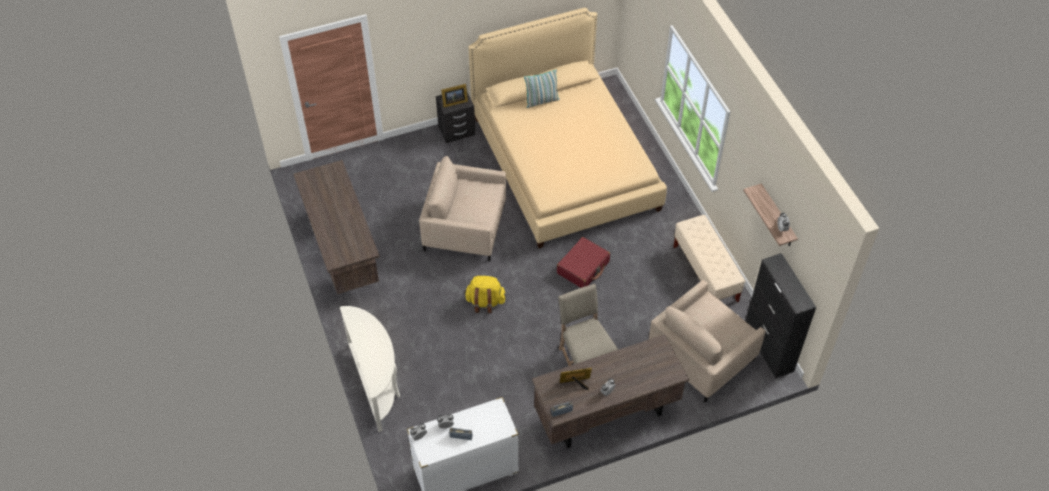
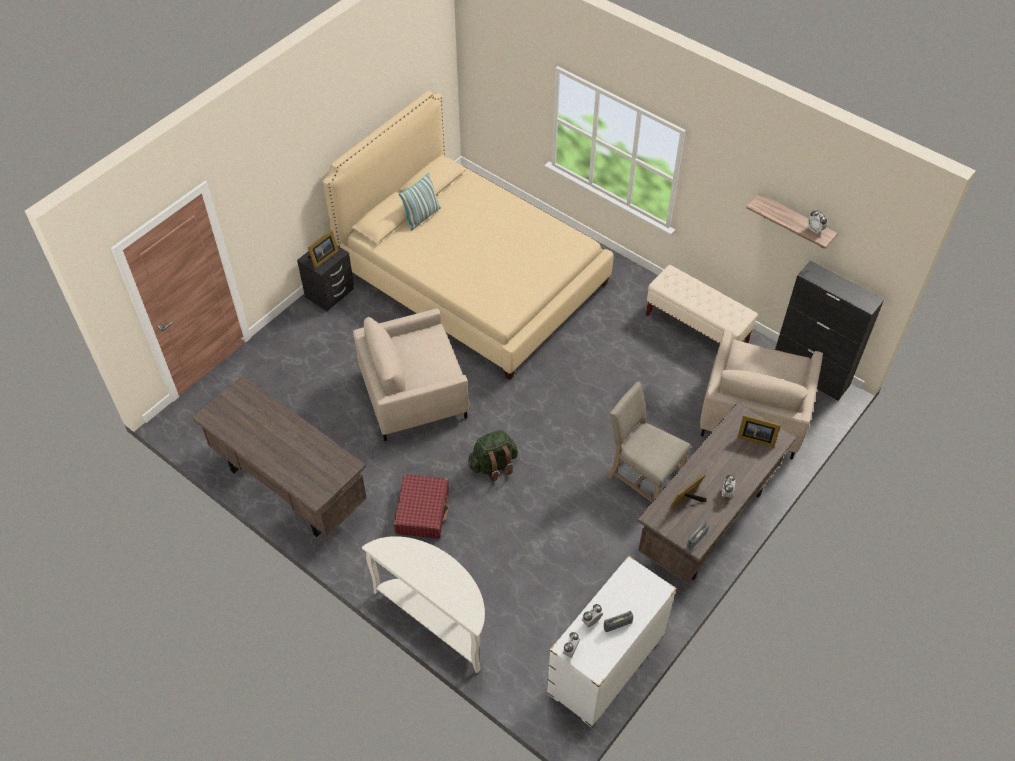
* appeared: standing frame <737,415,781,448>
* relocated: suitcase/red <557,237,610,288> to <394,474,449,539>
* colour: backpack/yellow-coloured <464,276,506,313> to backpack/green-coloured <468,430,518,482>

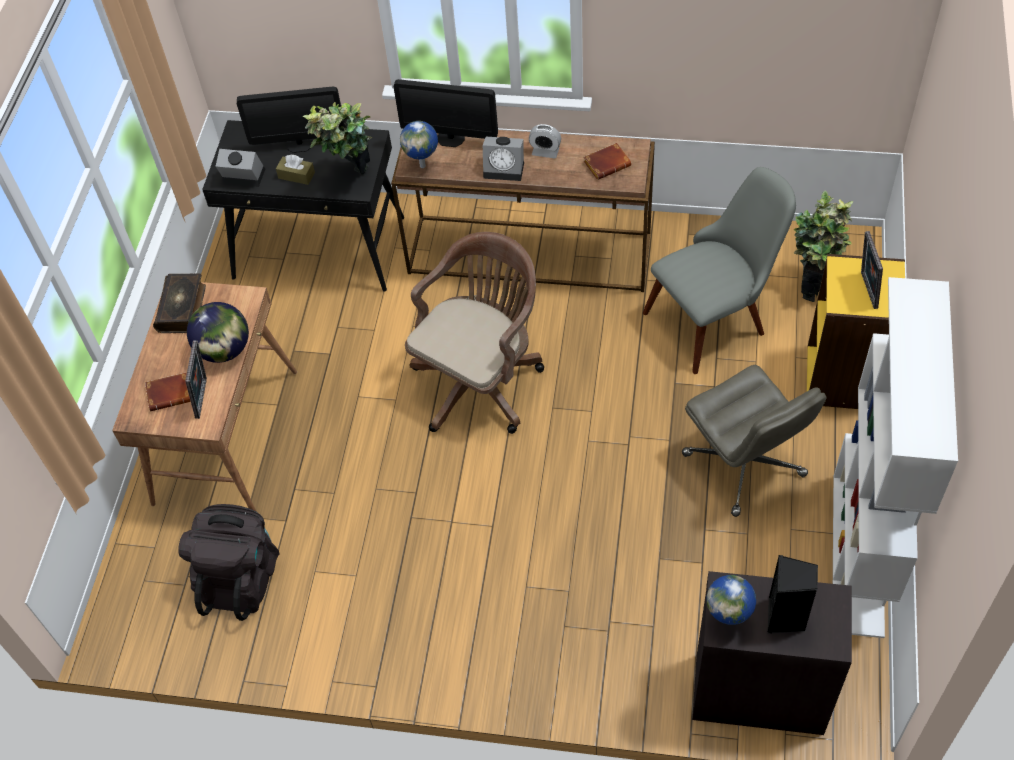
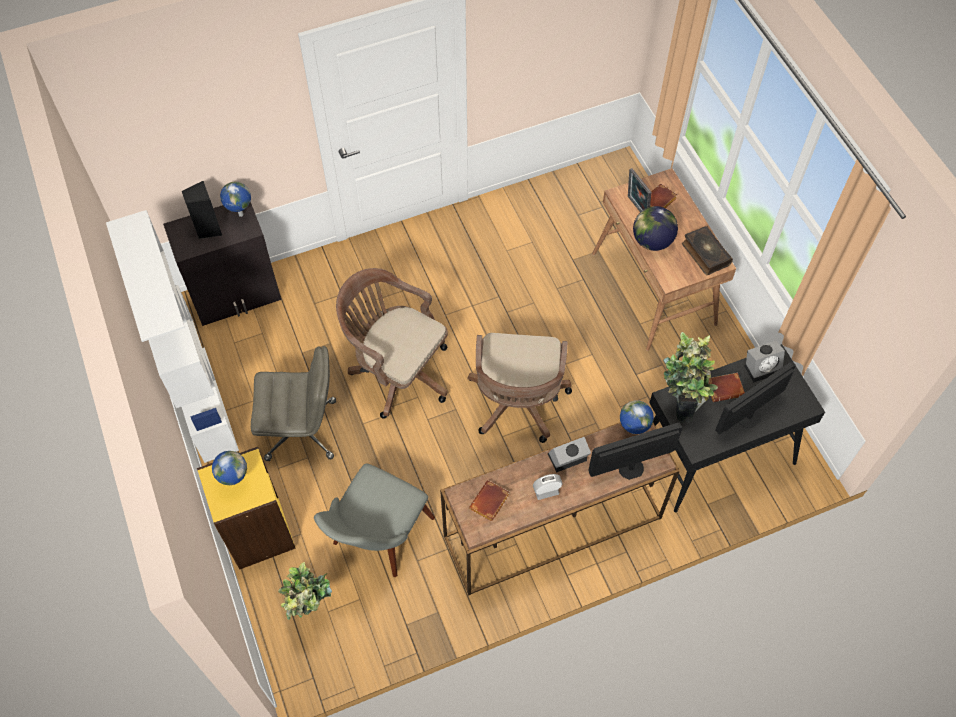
* missing: backpack/black-coloured <178,504,280,621>
* appeared: computer chair/brown <336,268,448,419>
* exchanged: box of tissues/brown <276,155,315,185> to book/brown <708,373,745,402>
* exchanged: standing frame <861,231,883,309> to globe <212,451,247,485>
* spun: computer chair/greyish <682,365,826,517> = <251,346,336,461> 150 degrees clockwise

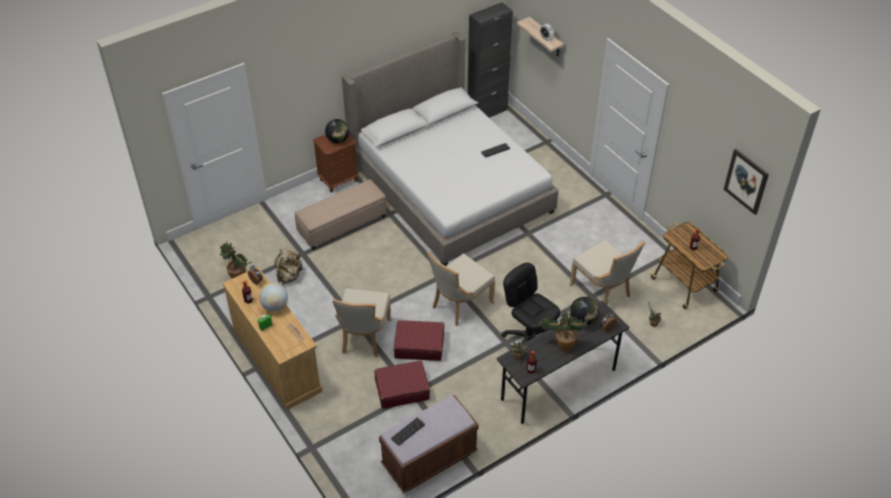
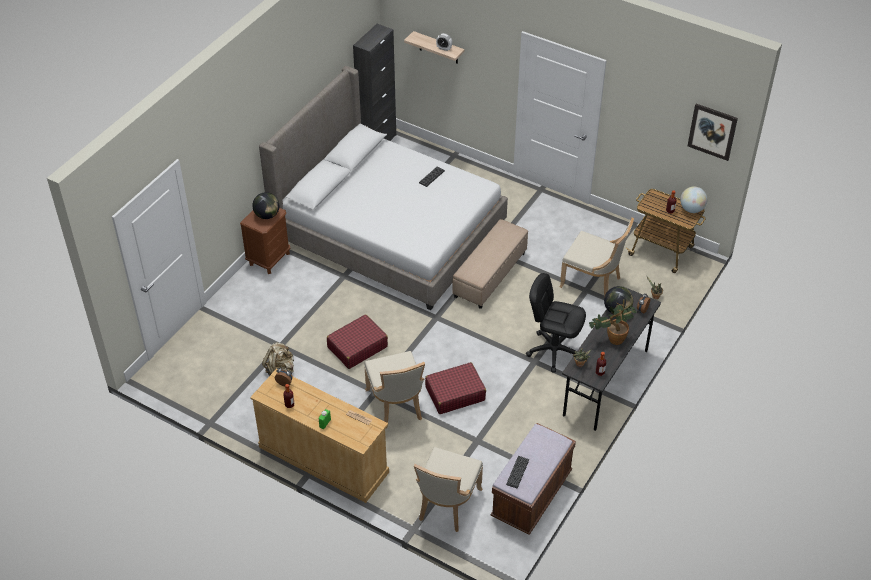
* missing: potted plant <220,241,251,279>
* relocated: globe <259,283,288,311> to <680,186,707,213>
* relocated: pouffe/sand-coloured <295,179,387,250> to <452,219,528,309>
* relocated: suitcase/red <374,360,430,409> to <327,314,388,369>
* relocated: upright chair/sand-coloured <427,251,495,326> to <414,447,483,532>

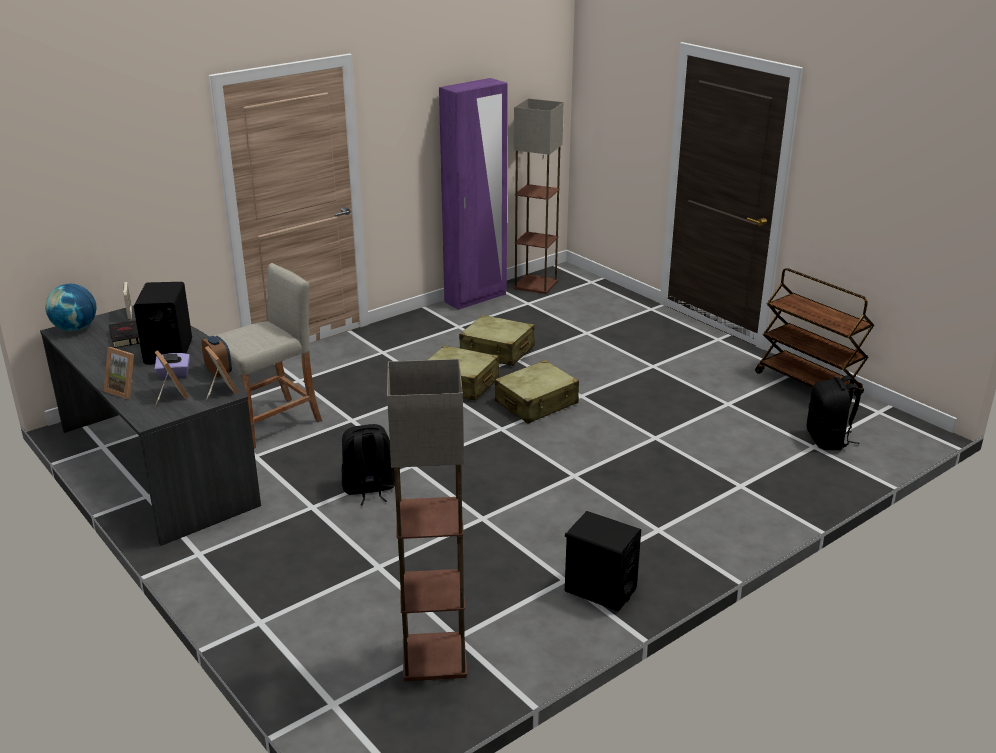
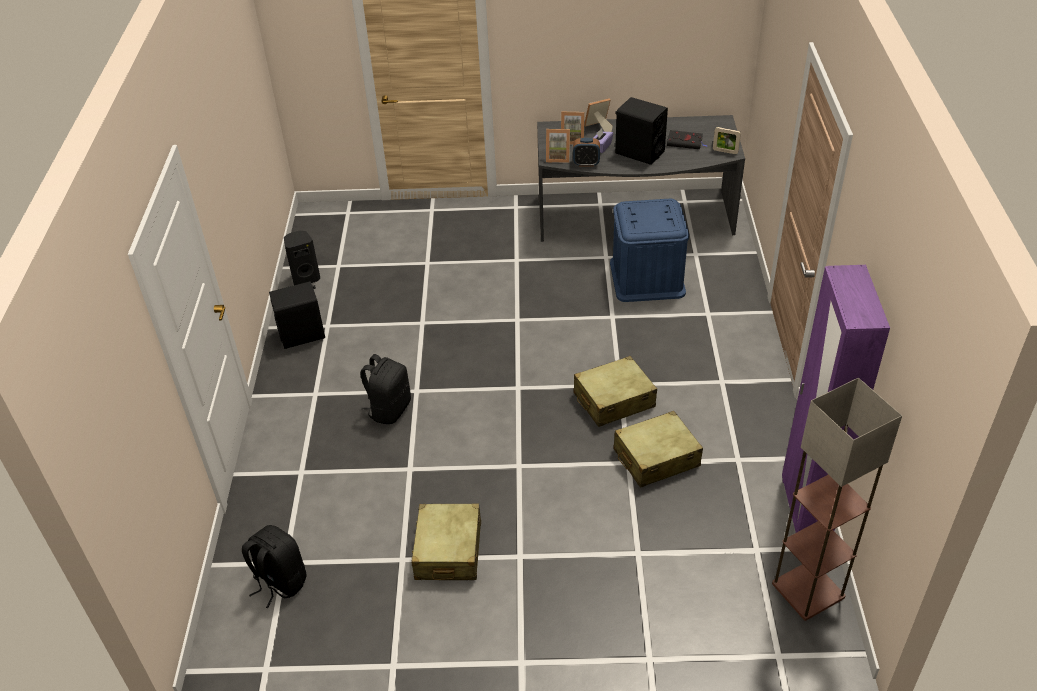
* missing: globe <45,284,97,331>
* missing: floor lamp <387,359,467,681>
* missing: cart/brown <755,268,874,396>
* appeared: loudspeaker/black-coloured <284,231,320,285>
* relocated: backpack/black-coloured <342,424,395,505> to <361,354,411,424>
* relocated: suitcase/sand-coloured <495,360,579,424> to <411,503,481,580>
* exchanged: stool seat/sand-coloured <214,263,322,449> to storage box/blue <610,199,689,302>

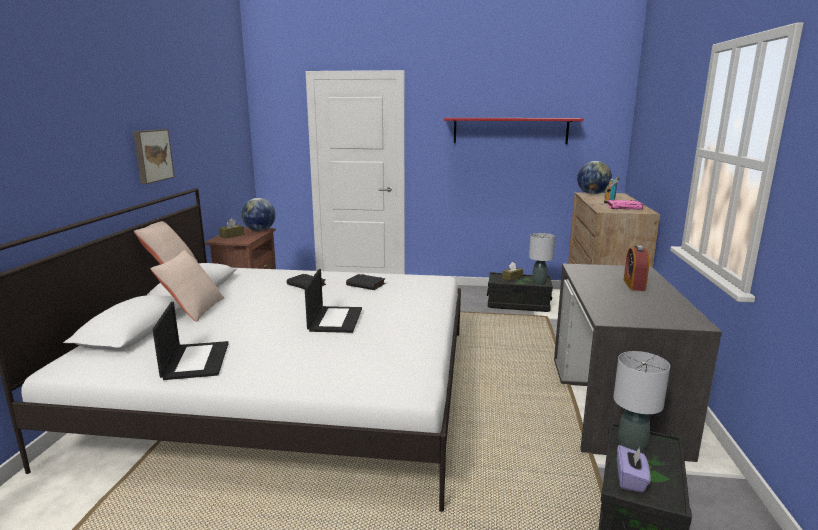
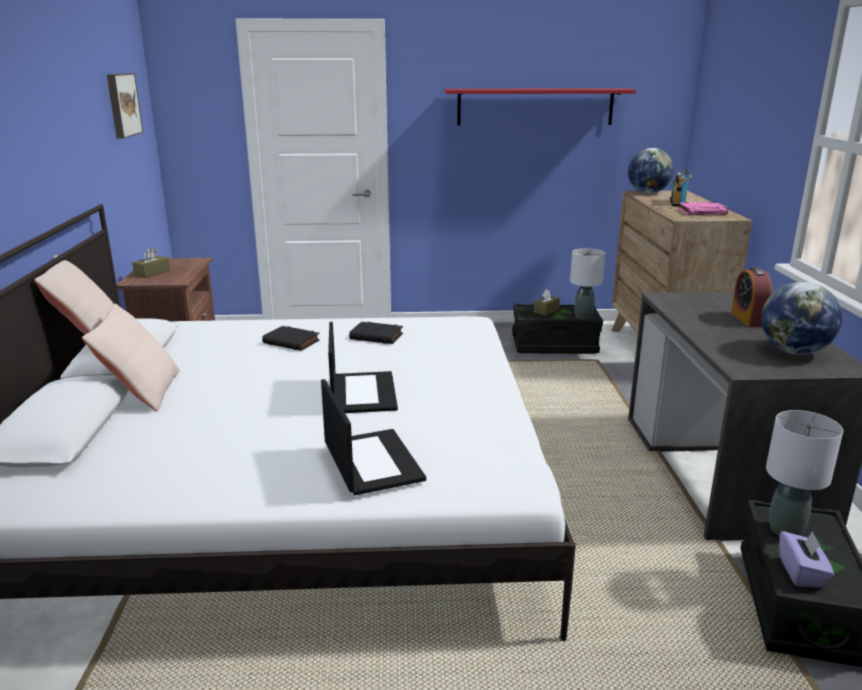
* relocated: picture <133,129,175,184> to <107,73,143,139>
* relocated: laptop <152,302,229,380> to <321,379,426,495>
* relocated: globe <242,198,276,231> to <761,282,842,355>

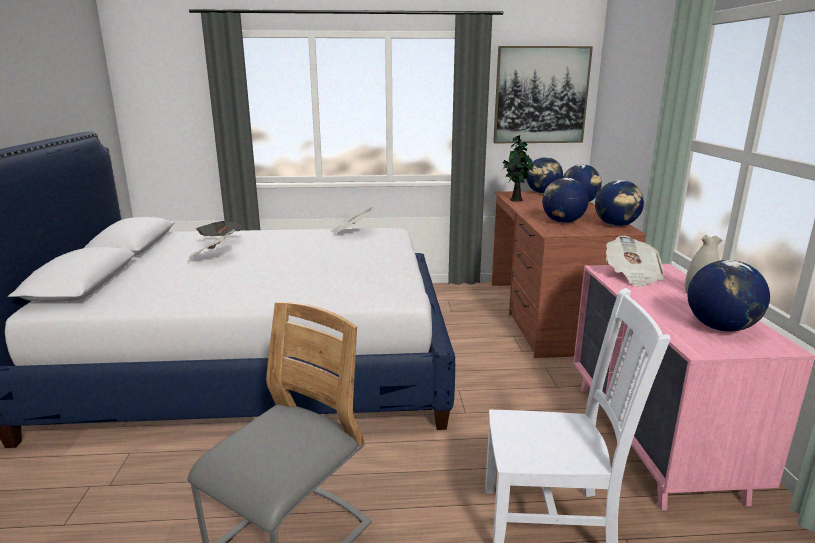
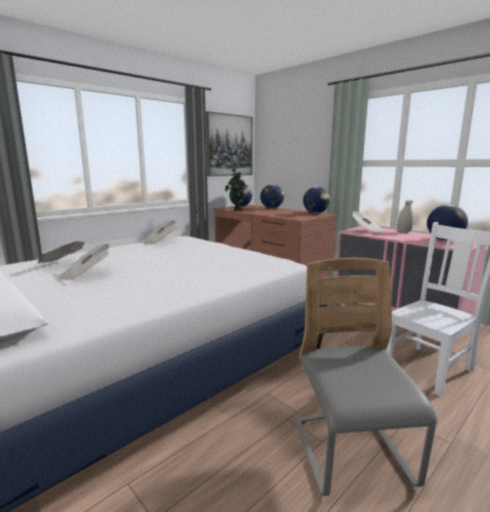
* missing: globe <542,178,589,223>

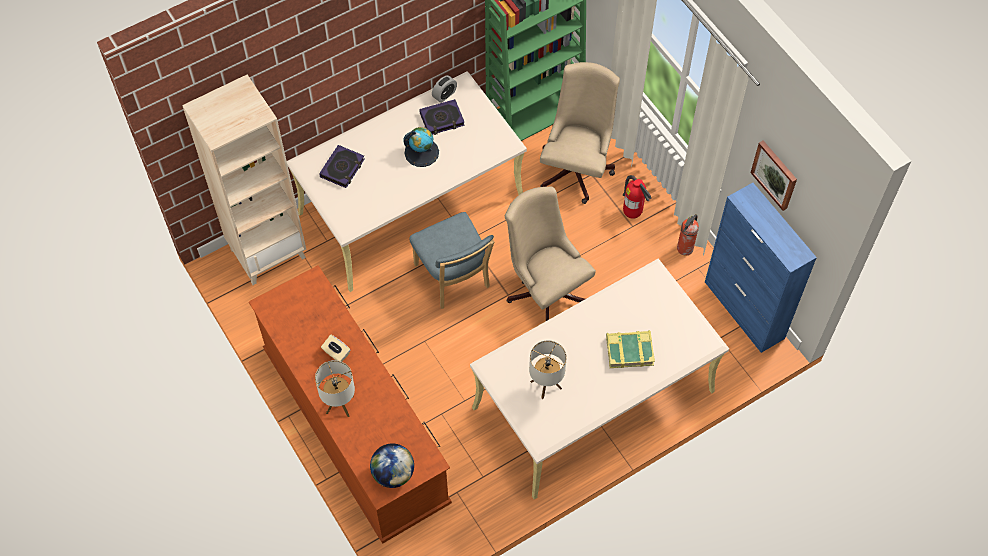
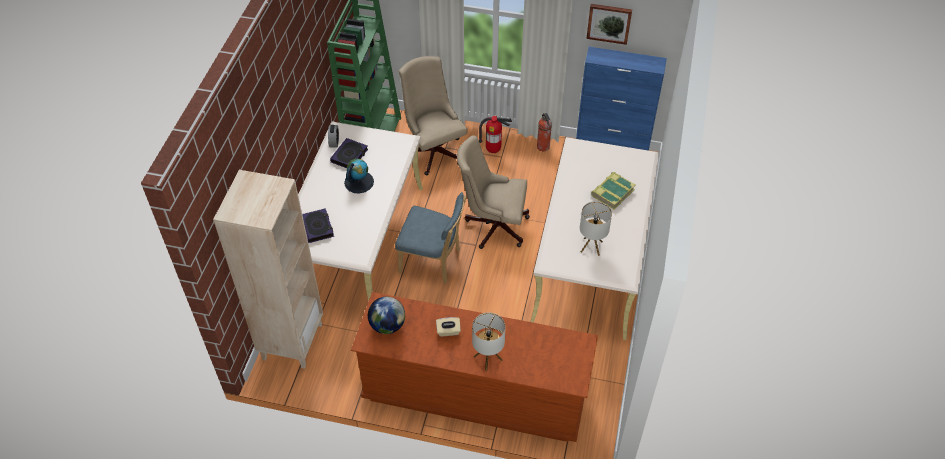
* relocated: globe <370,443,414,488> to <368,297,405,334>

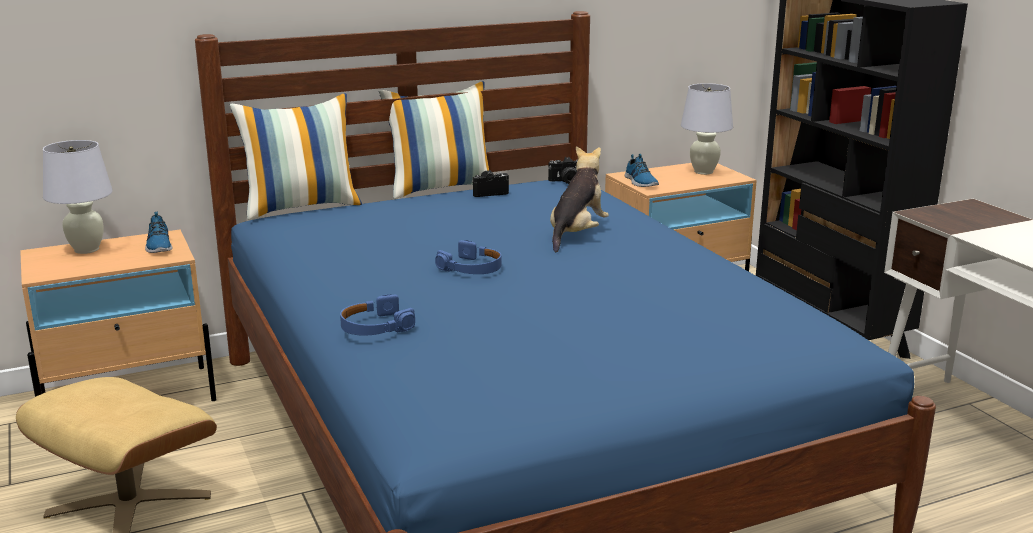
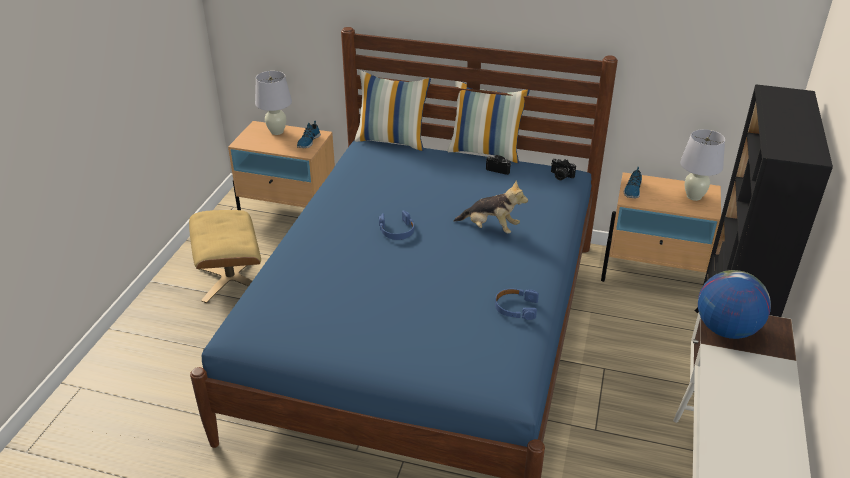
* appeared: globe <698,270,771,339>
* relocated: pair of headphones/blue <340,294,415,336> to <495,289,539,320>
* spun: plush toy <550,146,609,253> = <454,180,528,233> 45 degrees clockwise

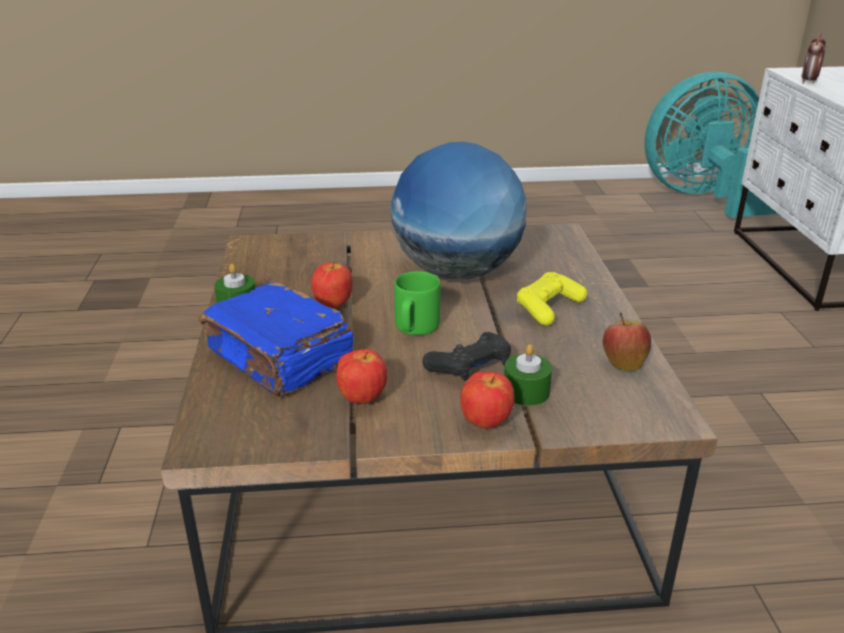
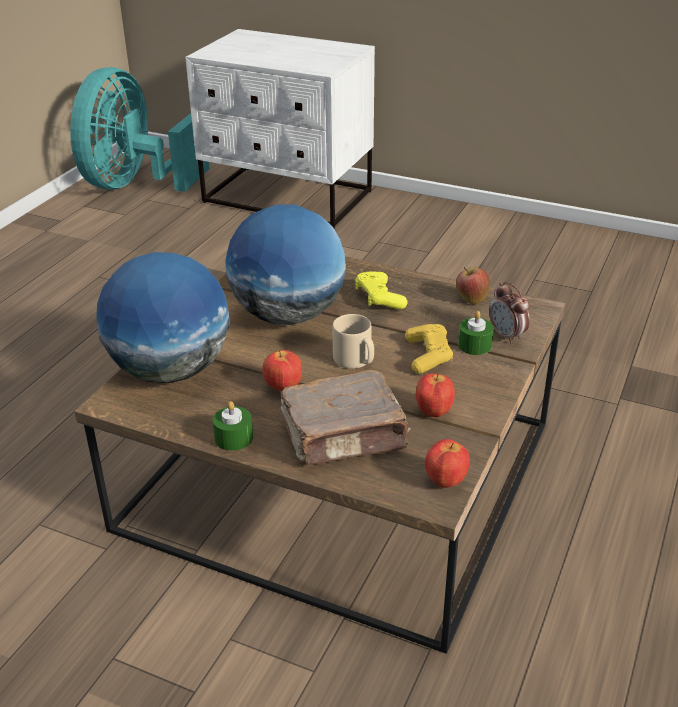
* appeared: globe <96,252,230,383>
* relocated: apple fruit <460,372,514,429> to <425,439,470,488>
* relocated: bedside clock <802,32,826,84> to <489,282,530,344>
* colour: book/blue <198,282,354,397> to book/brown <280,370,411,465>
* colour: mug/green-coloured <394,271,441,335> to mug/sand-coloured <332,314,374,369>
* colour: gamepad/black-coloured <422,332,511,381> to gamepad/yellow-coloured <405,324,453,374>

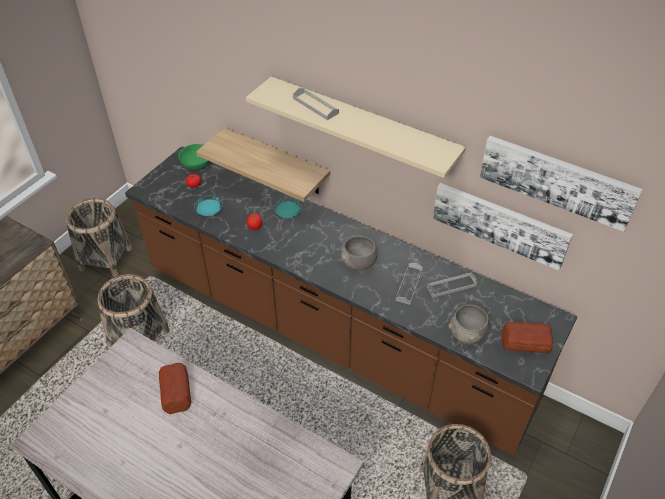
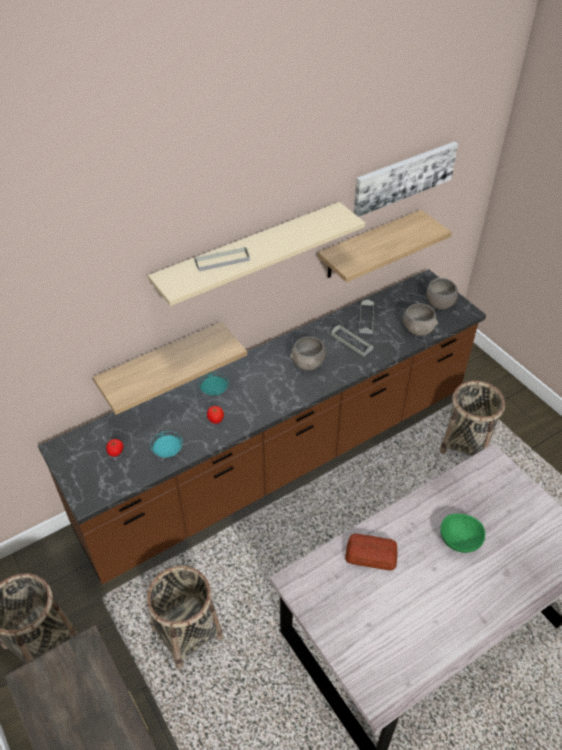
* relocated: serving bowl/green-coloured <178,144,209,170> to <440,514,485,553>
* exchanged: picture <433,183,573,271> to bracket shelf <318,210,452,282>
* exchanged: bakery bread <501,322,553,353> to serving bowl/greyish <427,278,458,309>

